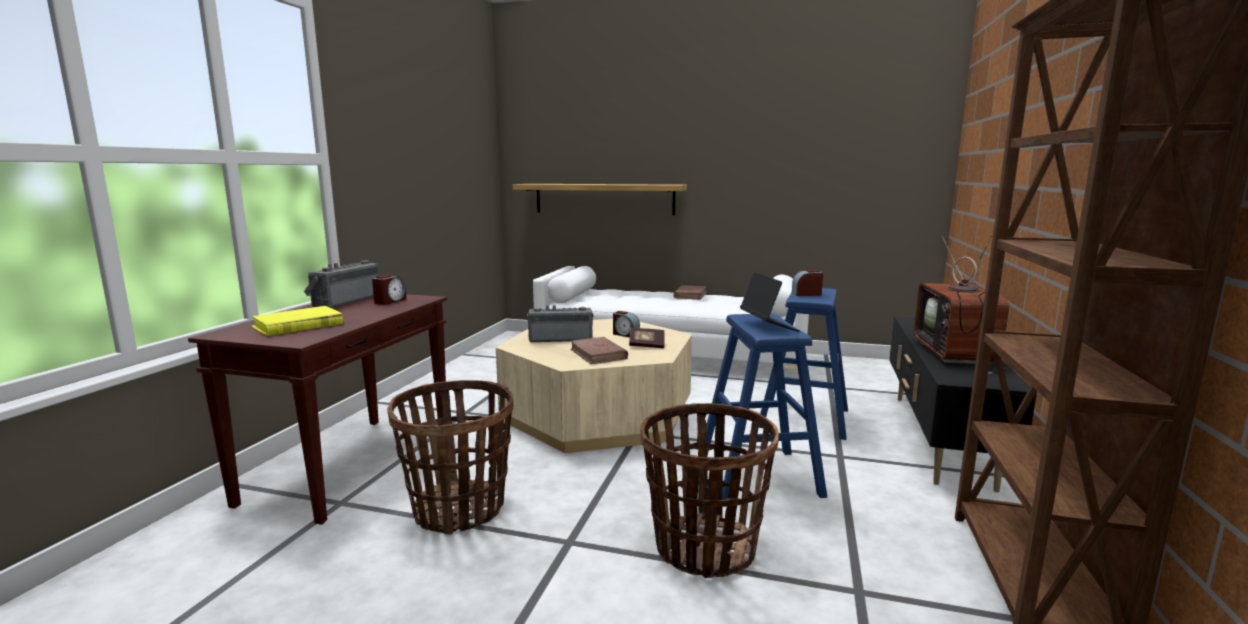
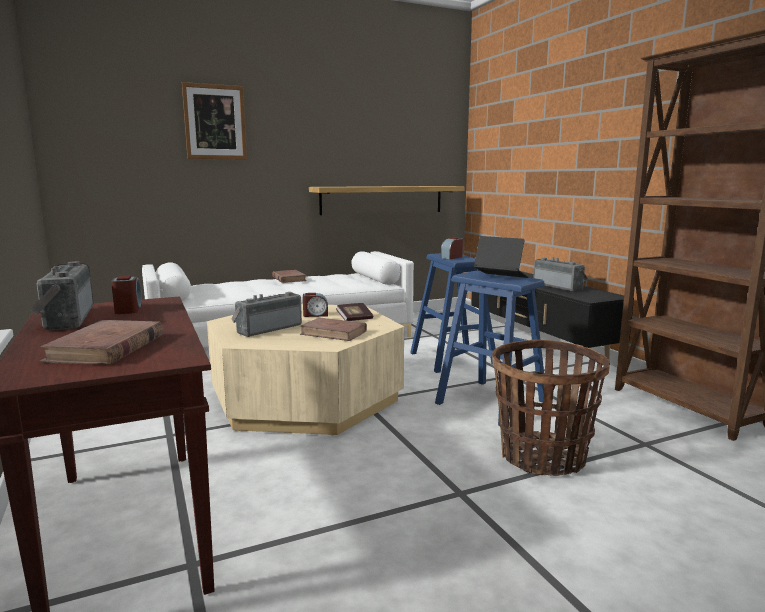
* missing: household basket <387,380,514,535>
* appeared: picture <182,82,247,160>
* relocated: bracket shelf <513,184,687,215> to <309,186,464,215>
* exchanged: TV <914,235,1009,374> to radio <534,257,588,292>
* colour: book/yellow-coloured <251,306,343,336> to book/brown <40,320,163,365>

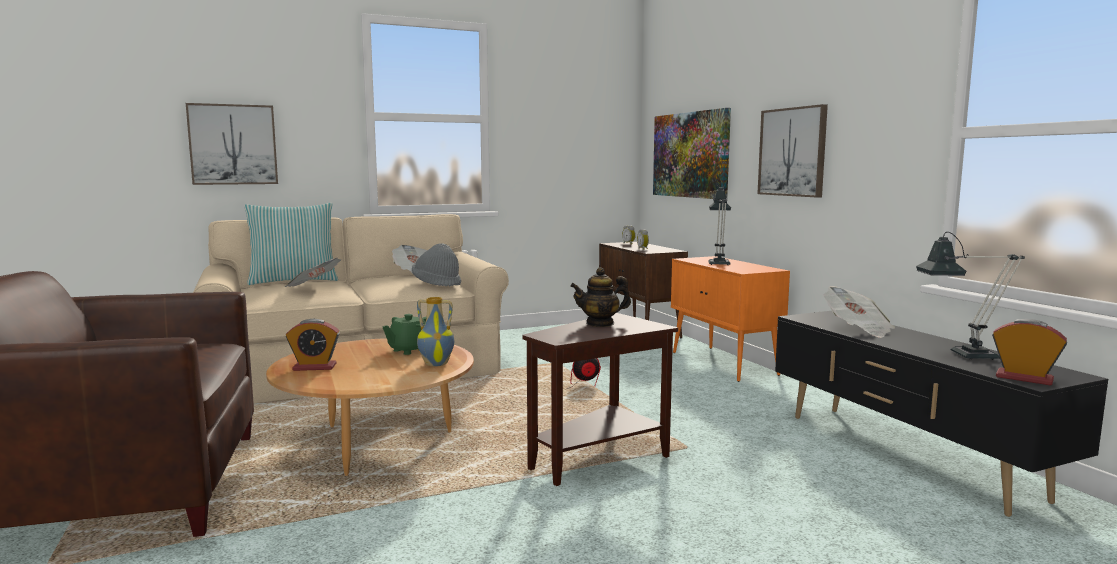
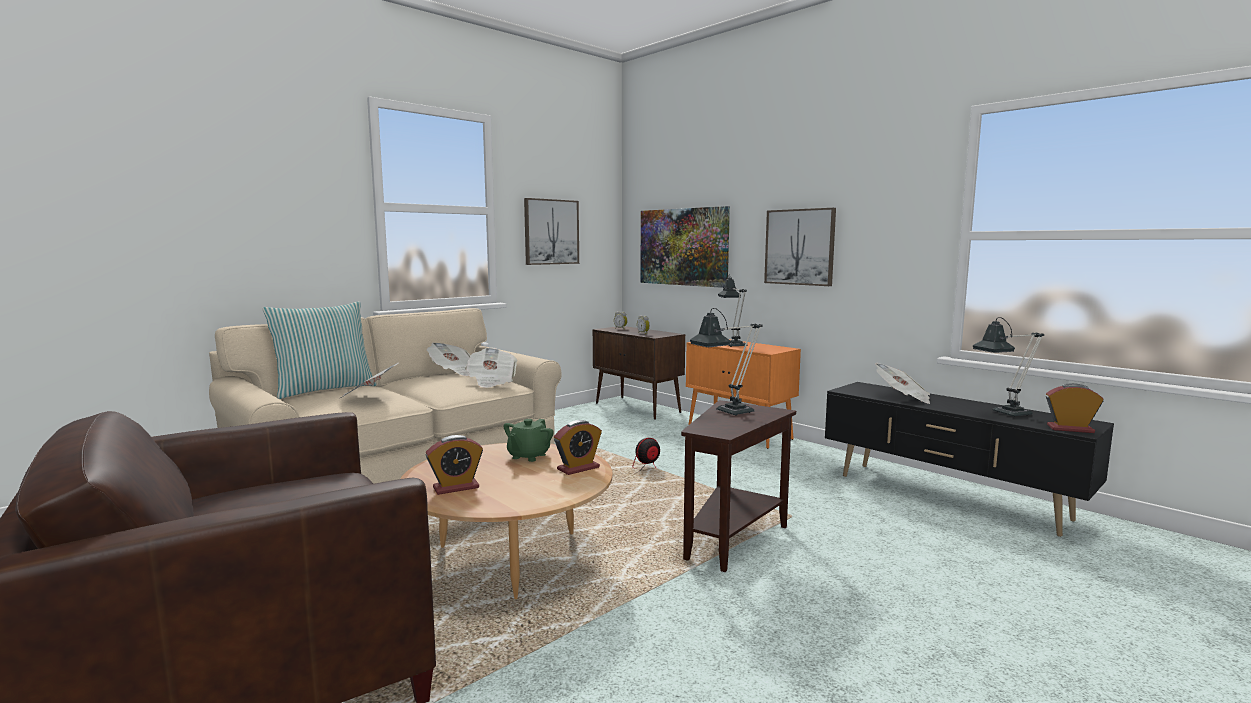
* relocated: picture <186,103,278,185> to <524,198,579,265>
* exchanged: wearable hat/greyish <412,243,461,287> to daily paper <465,348,517,388>
* exchanged: flower vase <417,297,454,367> to bedside clock <554,420,602,475>
* exchanged: tea pot <570,267,631,327> to tabletop lamp <690,308,762,416>

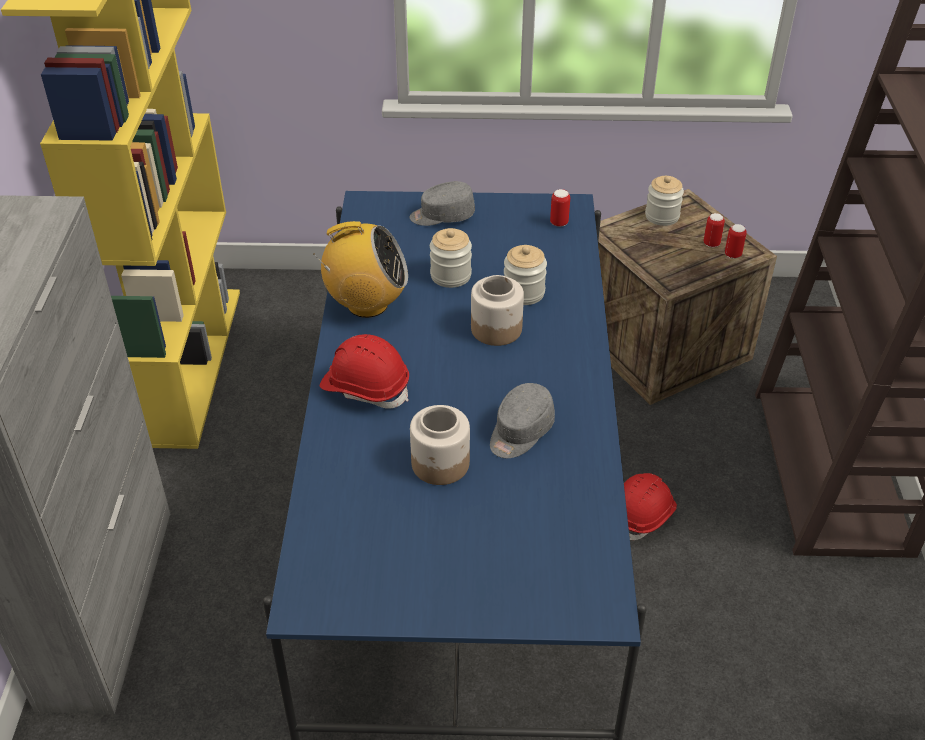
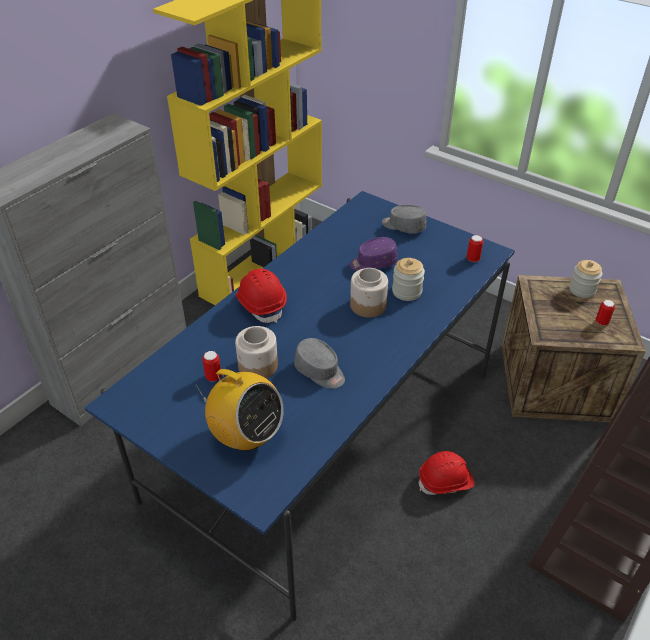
* relocated: radio <313,221,408,318> to <195,369,284,451>
* relocated: metal can <725,224,747,258> to <202,351,221,382>
* exchanged: jar <430,228,472,288> to baseball cap/purplish <349,237,398,271>
* spun: baseball cap/greyish <490,383,555,458> = <294,338,345,389> 120 degrees counterclockwise

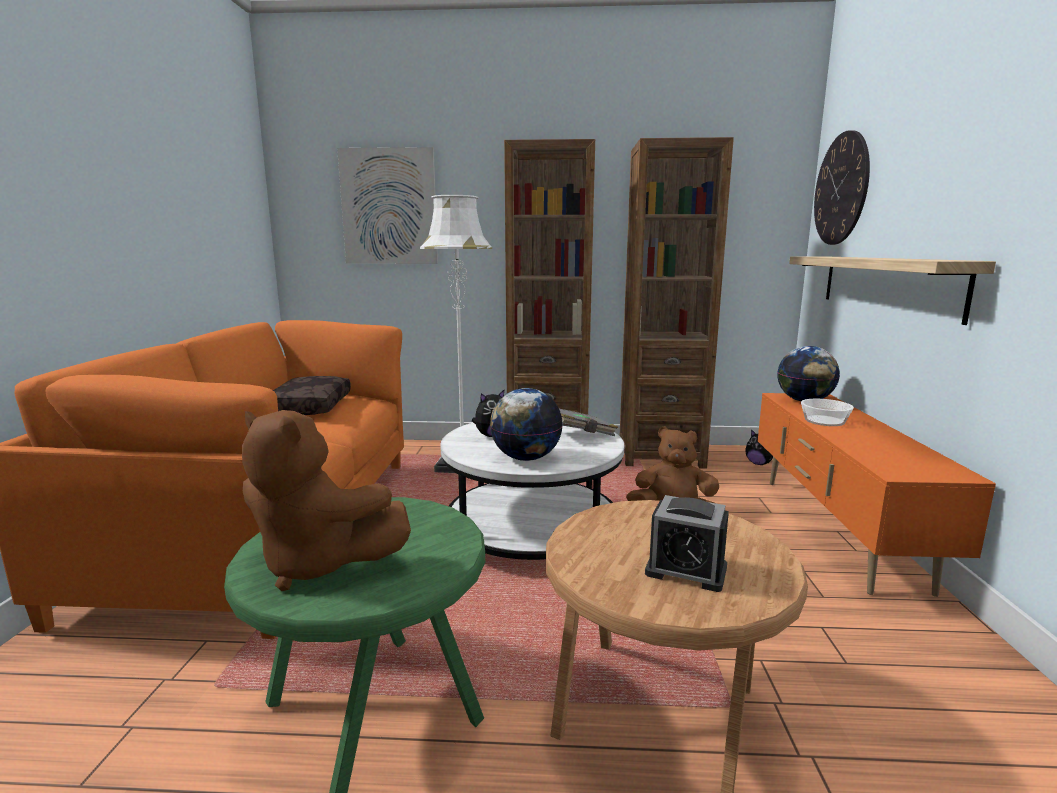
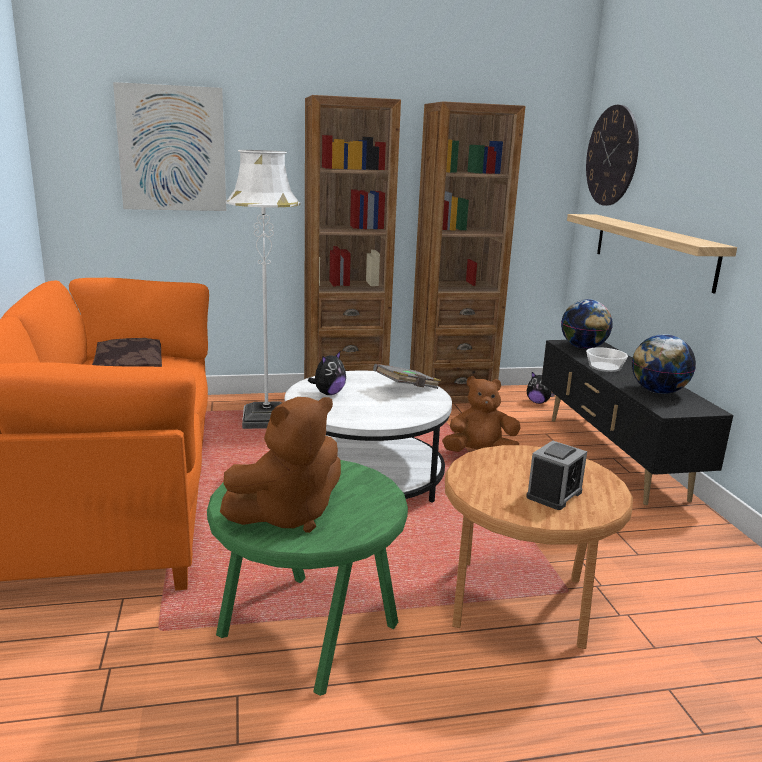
* relocated: globe <490,388,563,461> to <632,334,696,394>
* colour: tv unit/orange-coloured <758,393,996,597> to tv unit/black-coloured <541,340,733,505>
* spun: plush toy/brown <242,410,411,591> = <220,397,341,533> 45 degrees counterclockwise
* spun: bedside clock <645,495,729,592> = <526,440,587,510> 60 degrees counterclockwise

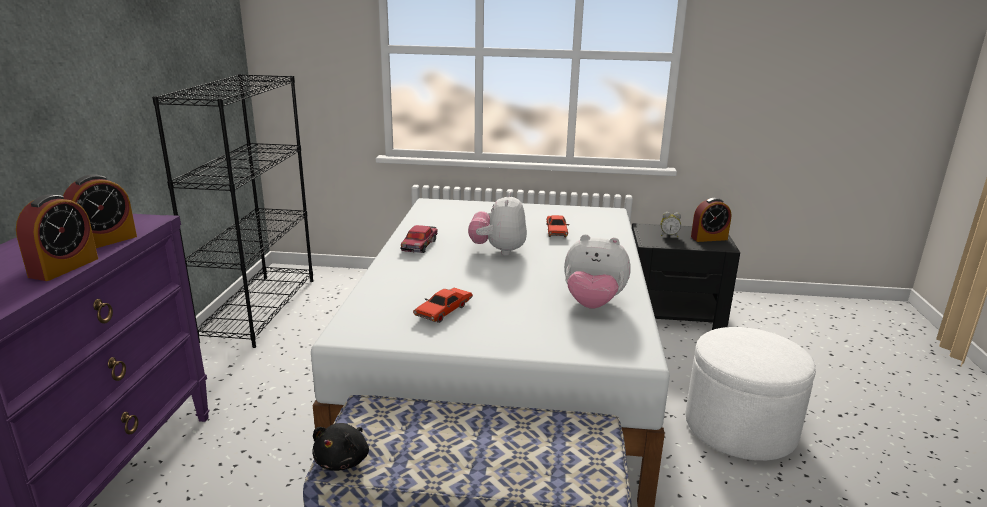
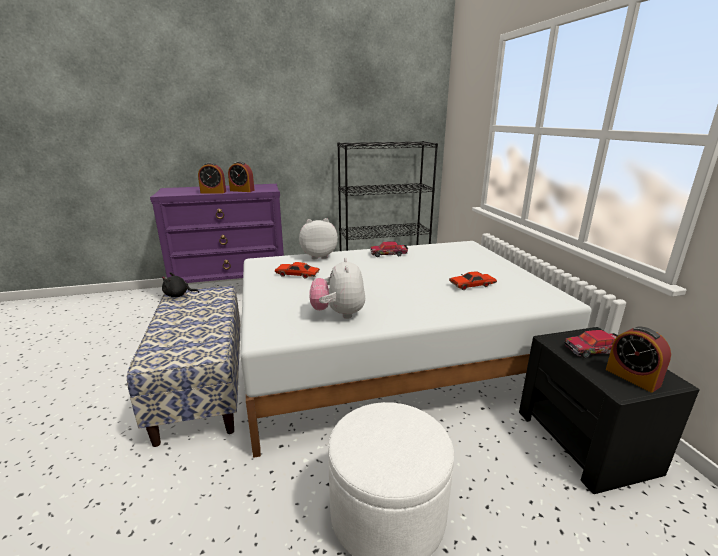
* relocated: plush toy <468,192,527,256> to <299,218,338,259>
* exchanged: bedside clock <661,212,681,237> to model car <564,330,618,358>

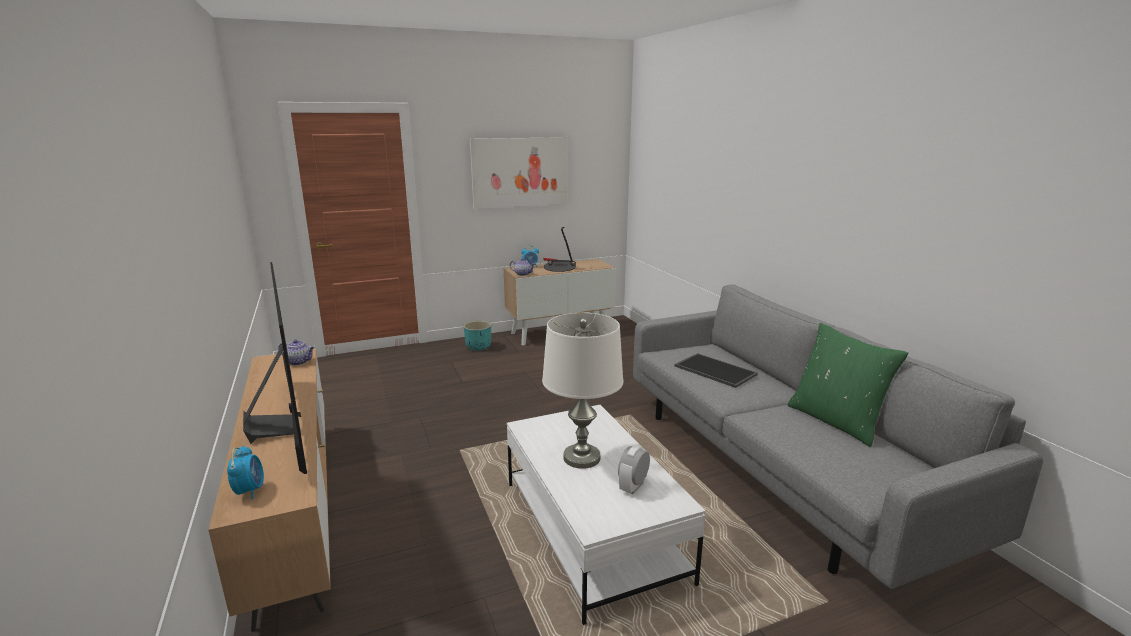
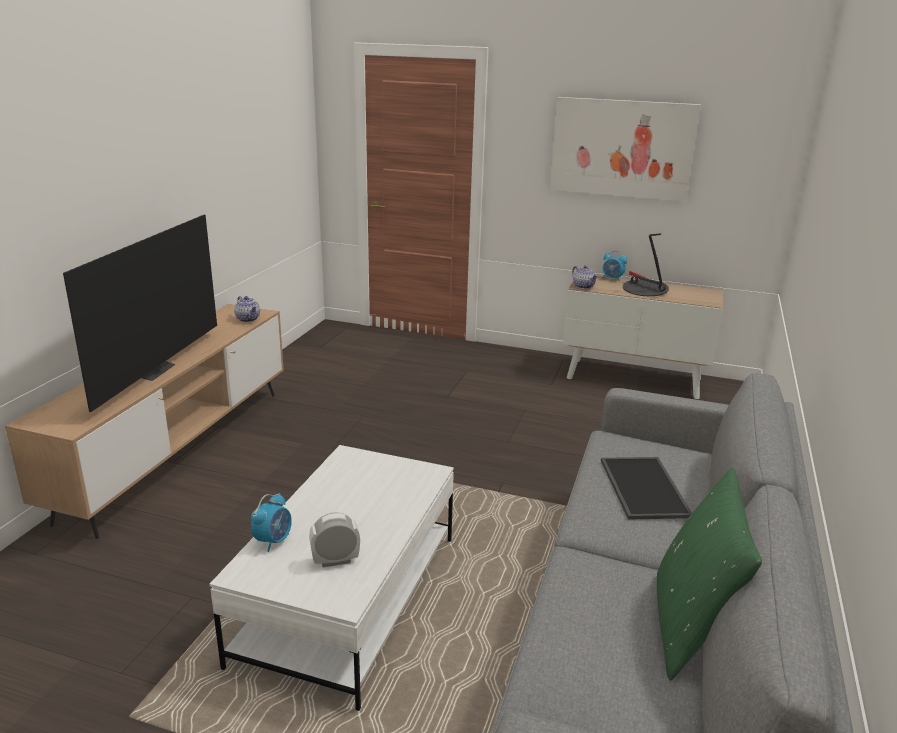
* missing: plant pot/blue-green <464,321,491,351>
* missing: tabletop lamp/whitish <542,313,623,469>
* relocated: bedside clock <227,445,264,499> to <251,493,292,552>

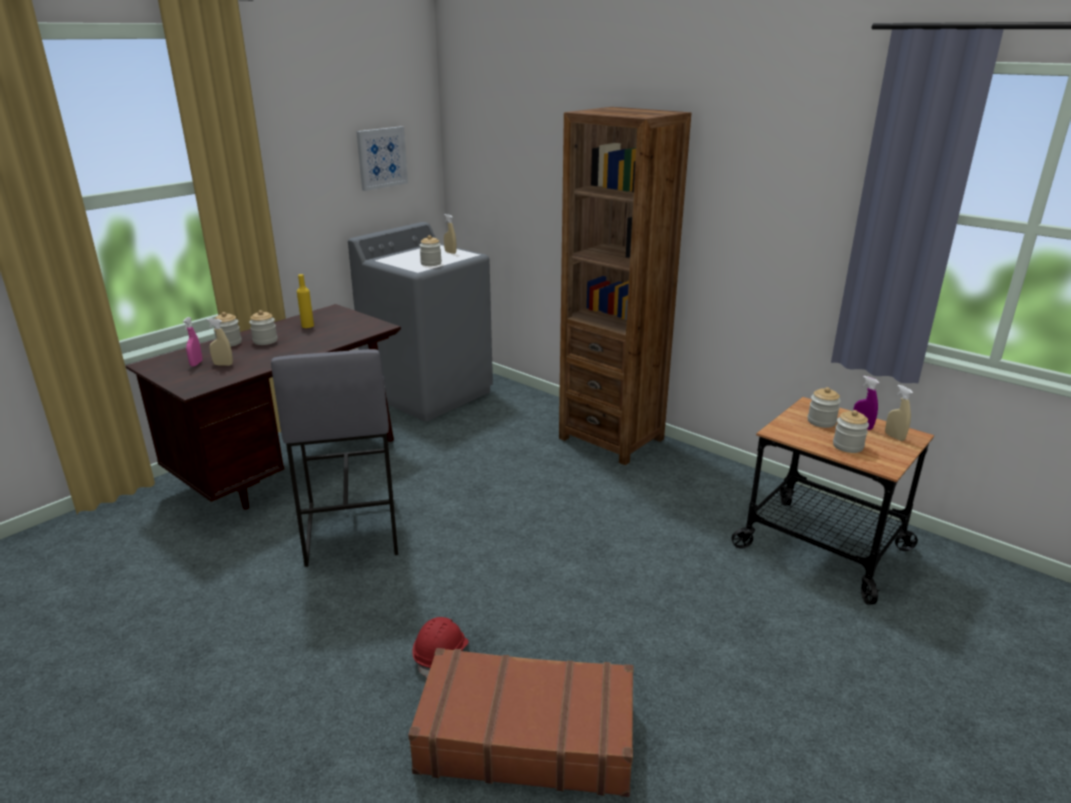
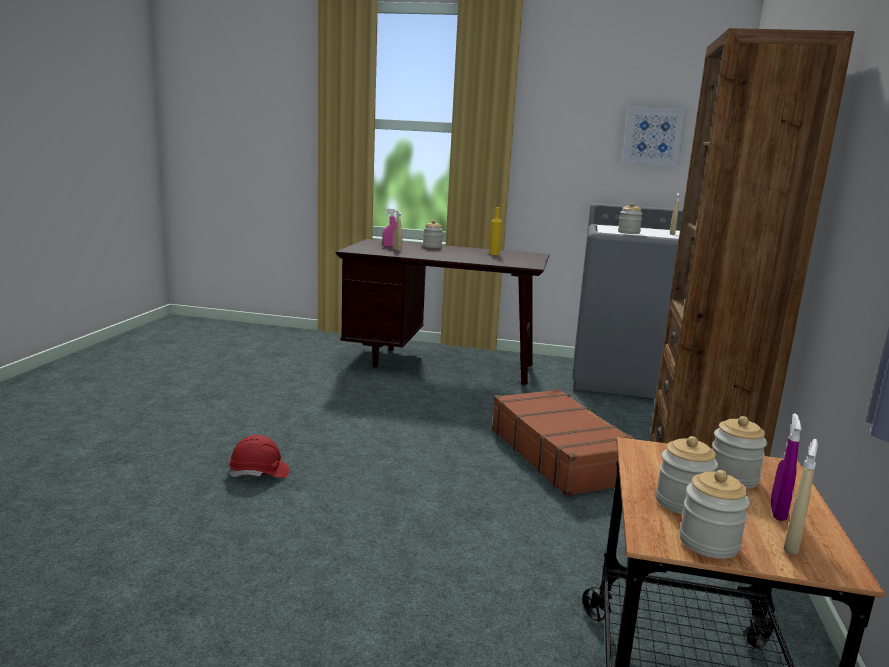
* missing: stool seat/greyish <271,349,398,567>
* relocated: jar <249,310,278,345> to <679,470,750,559>
* relocated: suitcase/brown <408,648,633,797> to <492,389,636,497>

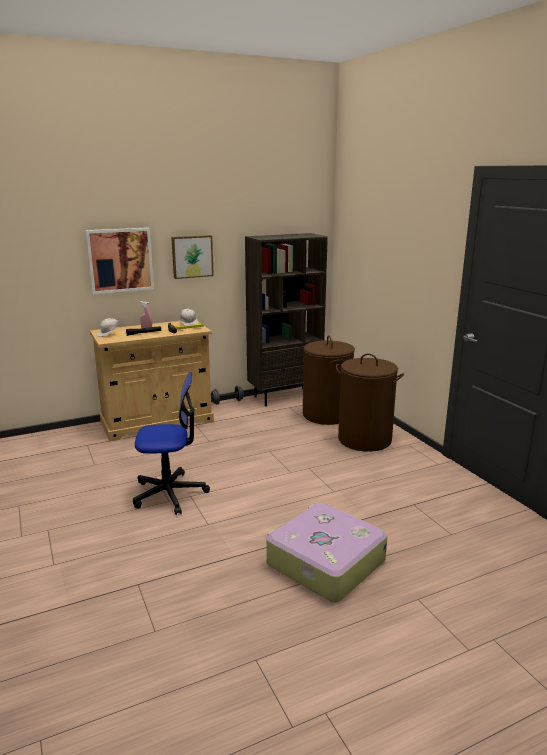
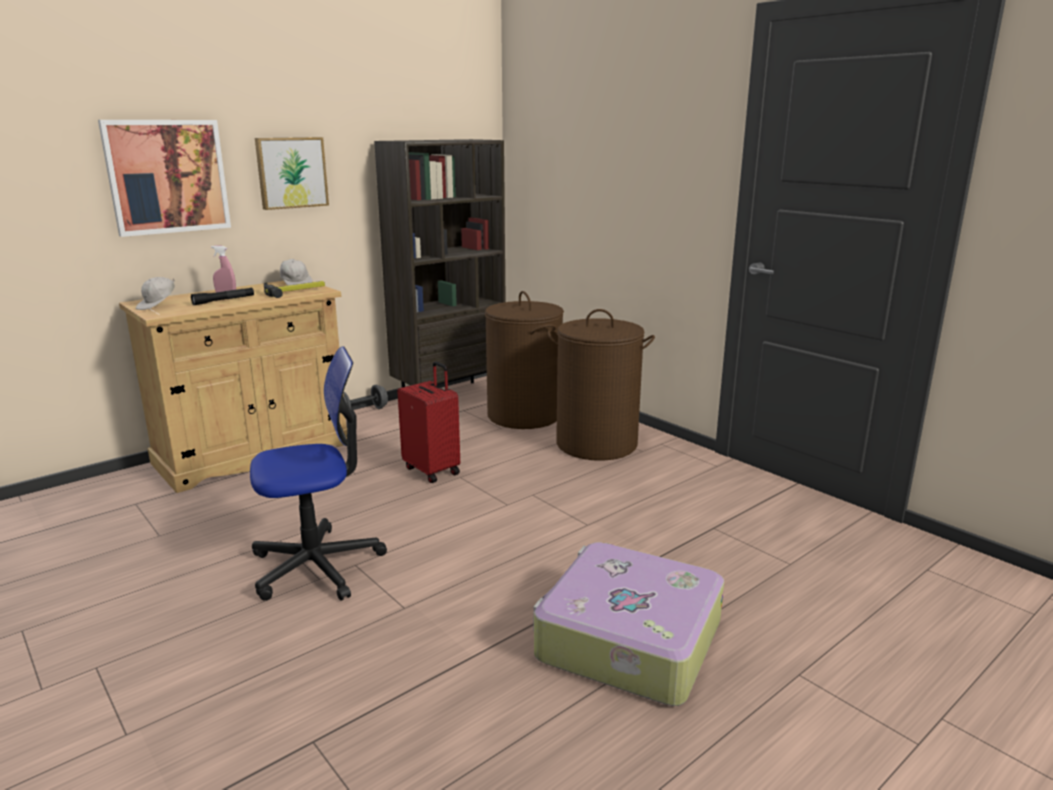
* appeared: suitcase/red <397,361,460,483>

